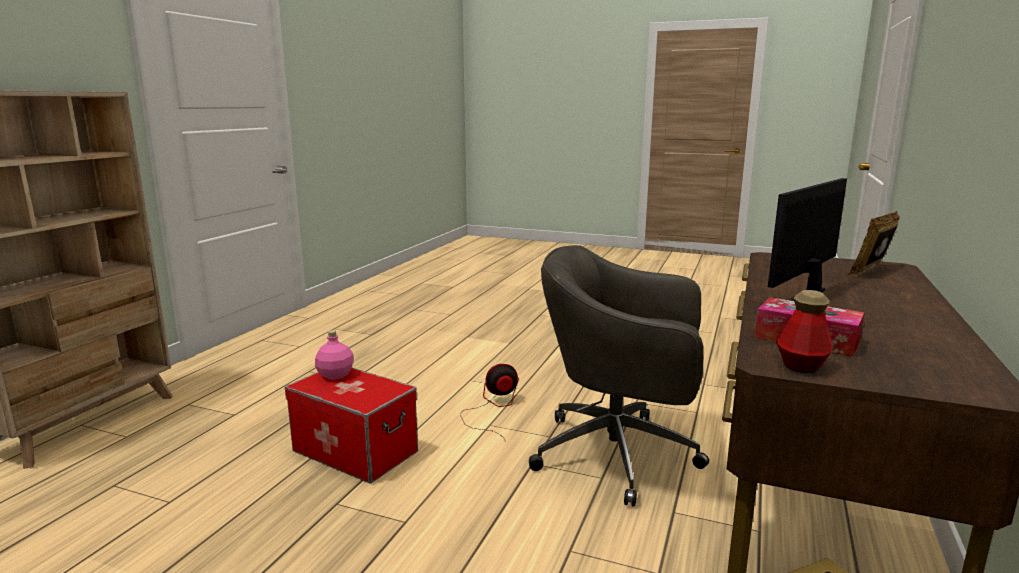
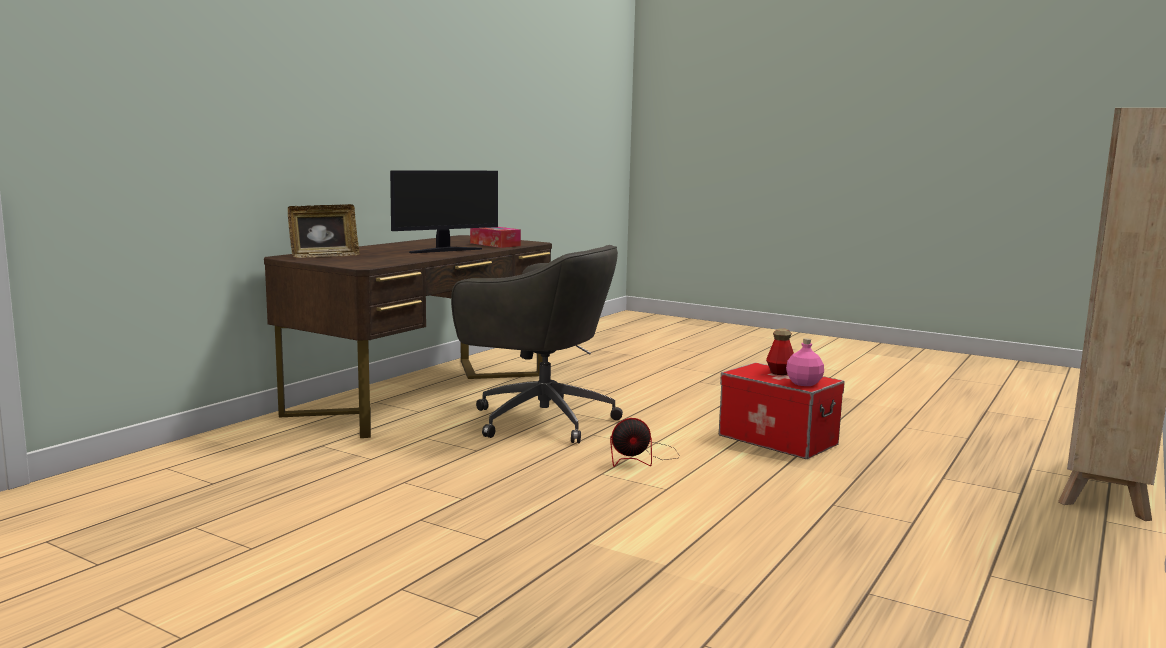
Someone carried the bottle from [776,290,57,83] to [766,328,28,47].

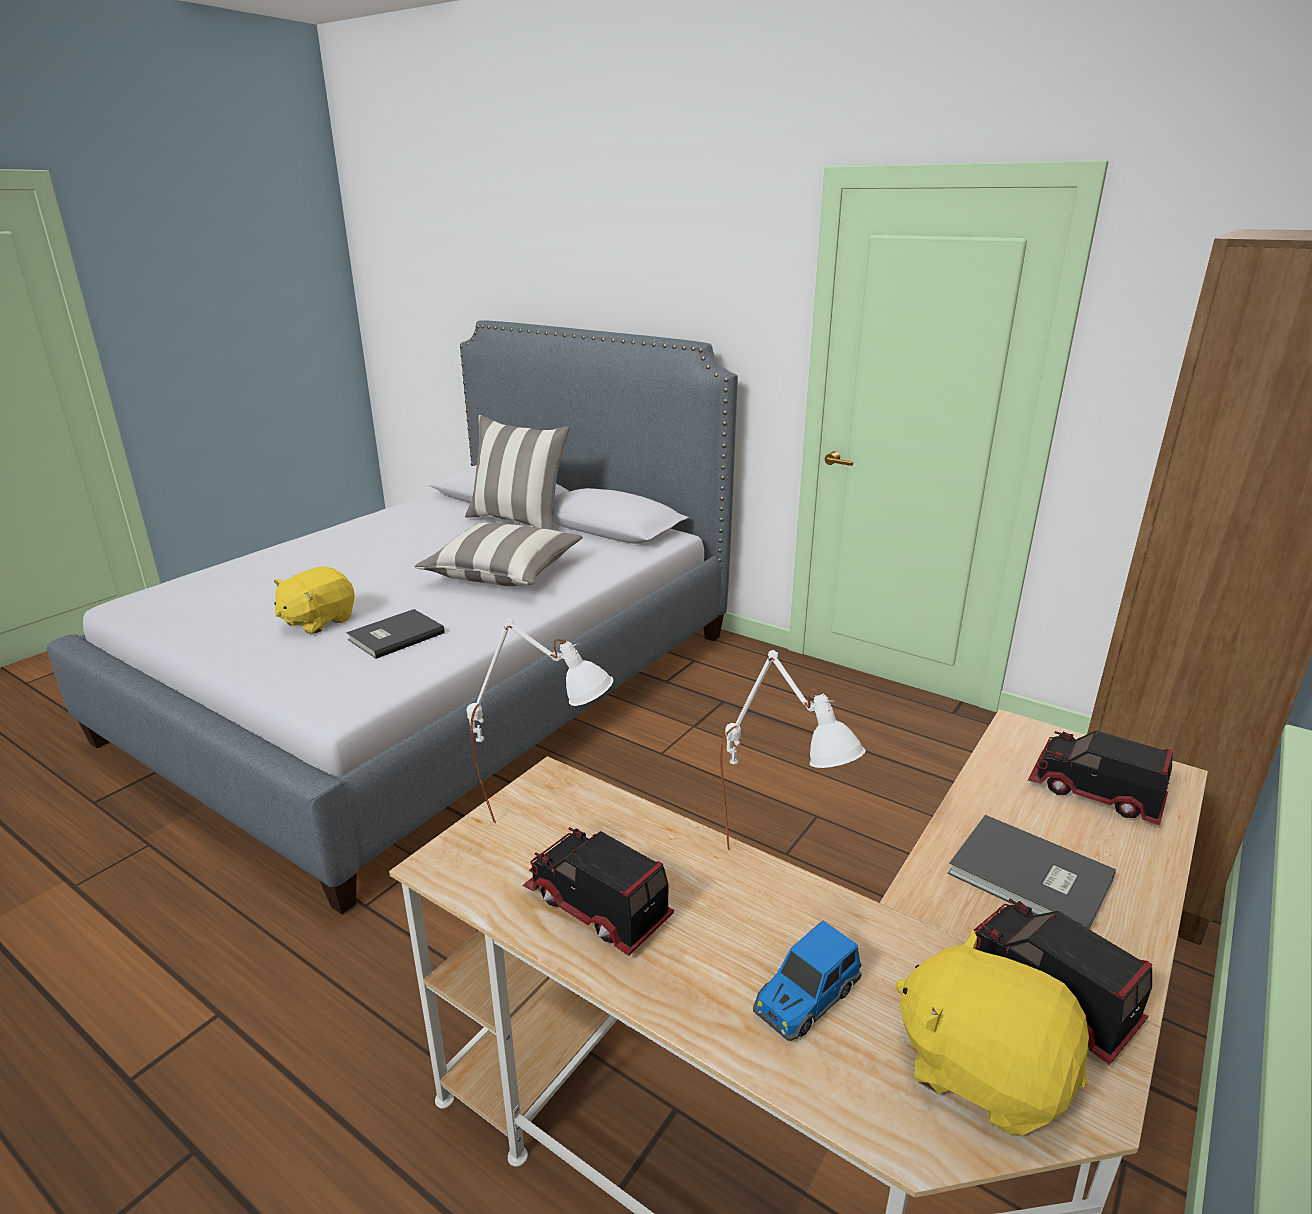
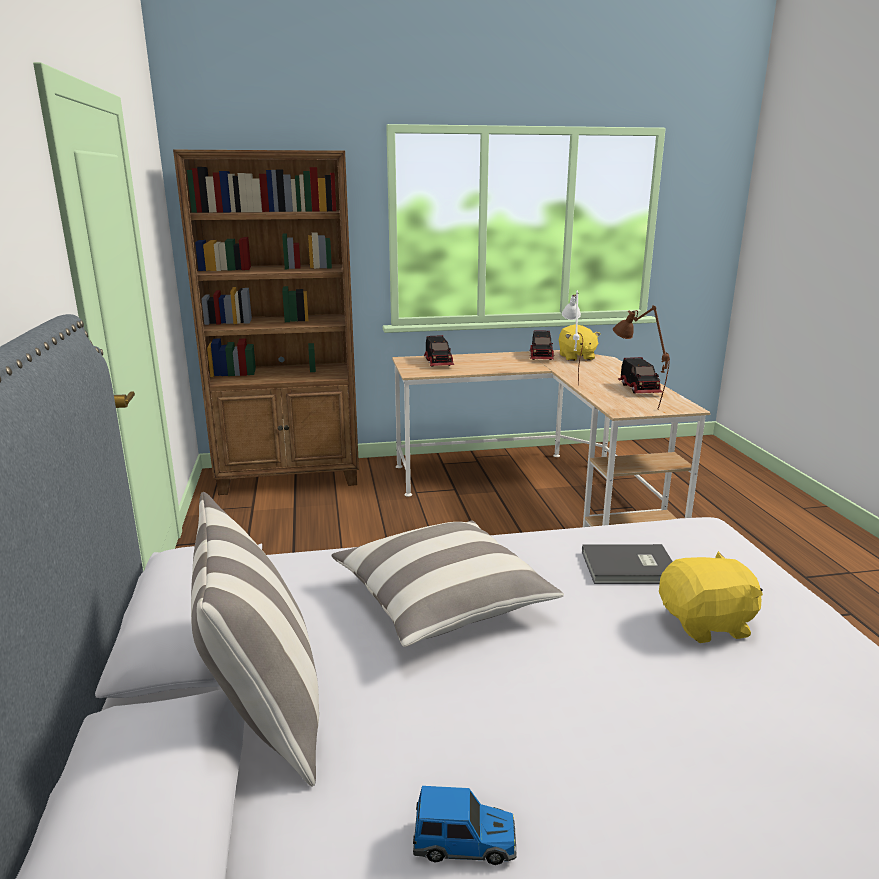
Someone repainted the table lamp in white at [467,619,146,204], which became the table lamp in brown at [613,305,57,105]. Someone took away the book in grey at [947,815,169,114]. Someone carried the toy car from [753,920,109,121] to [413,786,104,79].

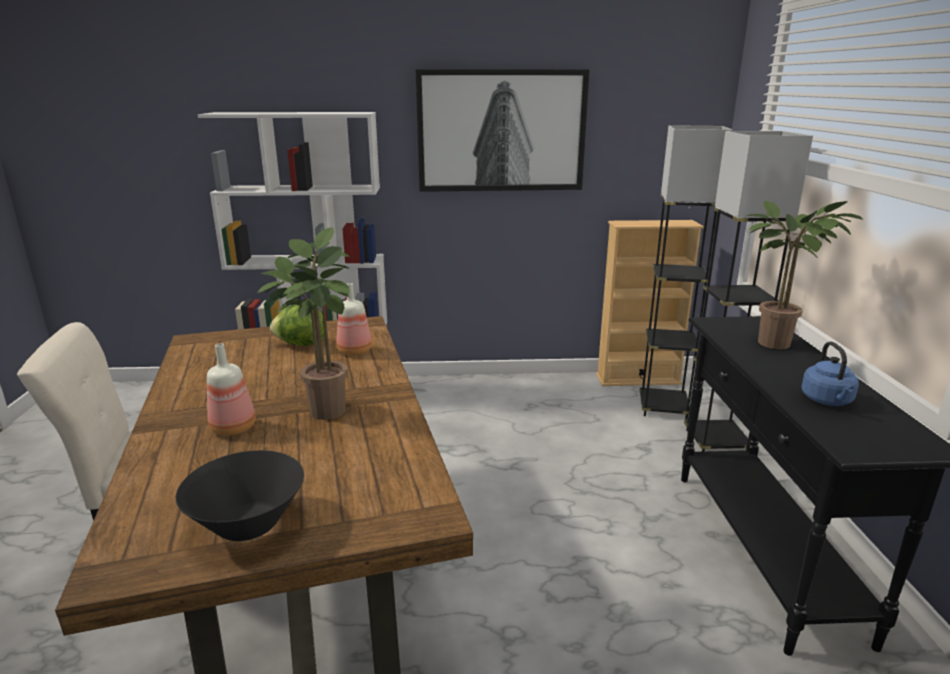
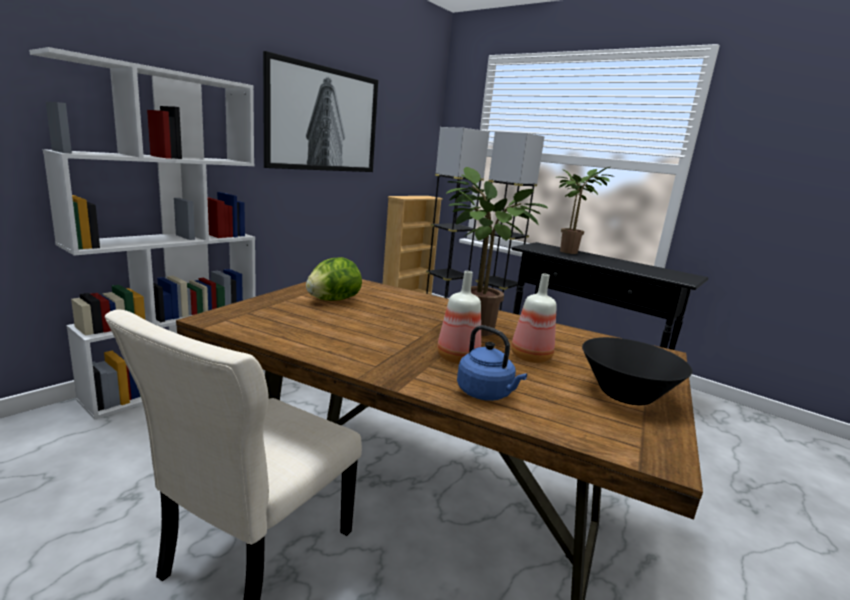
Someone carried the bottle from [337,283,35,73] to [511,273,46,90]. Someone carried the kettle in blue from [802,341,57,65] to [457,325,70,76].

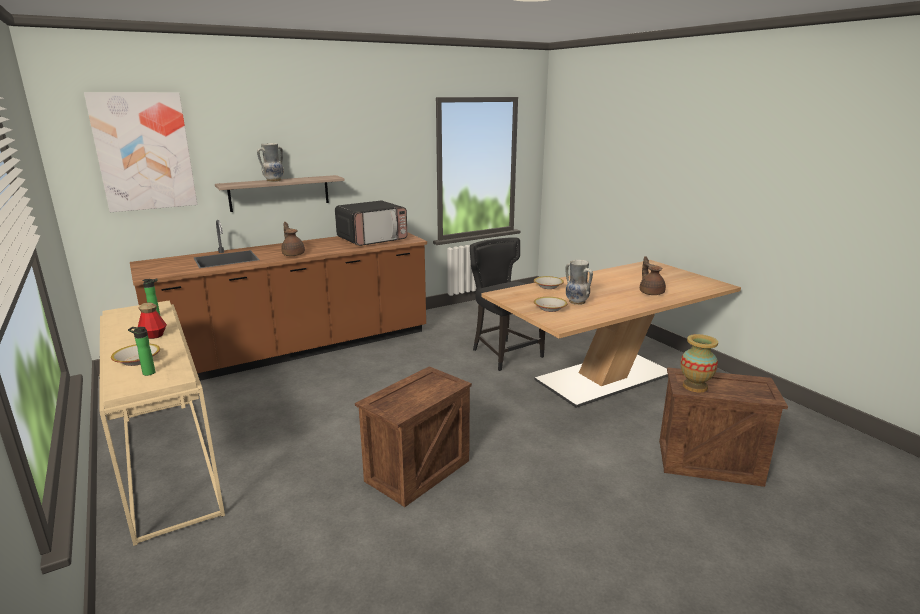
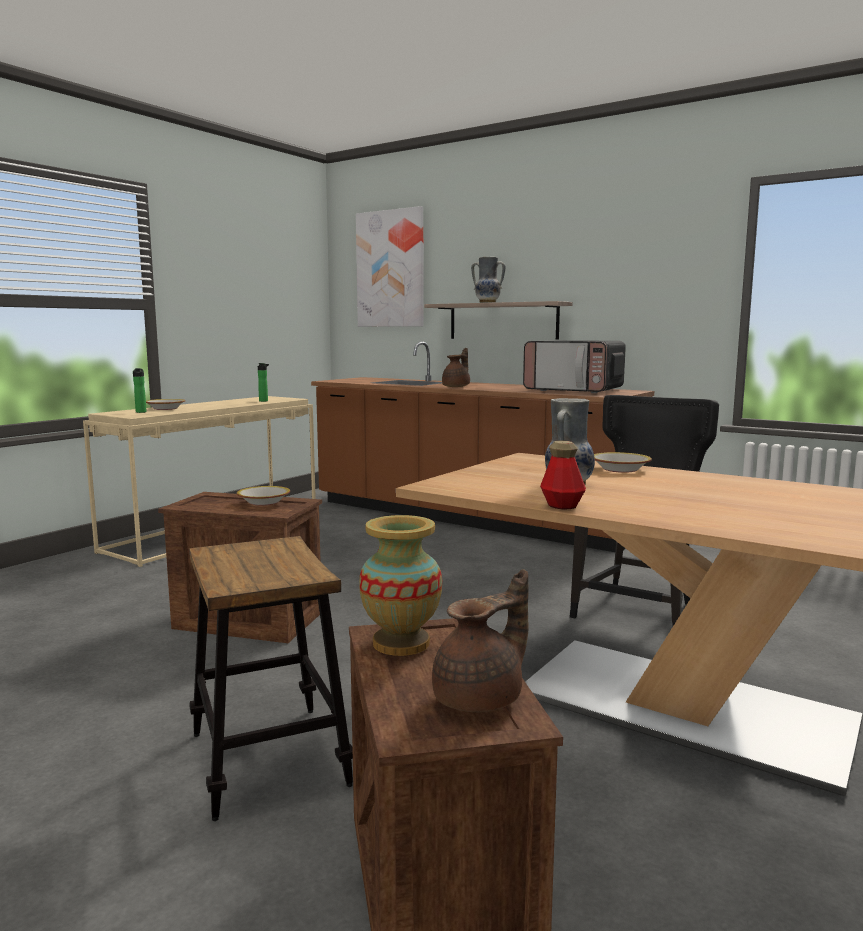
Someone carried the teapot in brown from [640,256,26,39] to [432,569,97,143]. Someone carried the bowl from [534,297,33,15] to [237,486,53,20]. Someone carried the bottle from [138,303,29,36] to [540,441,46,68]. Someone put down the stool at [189,536,164,285].

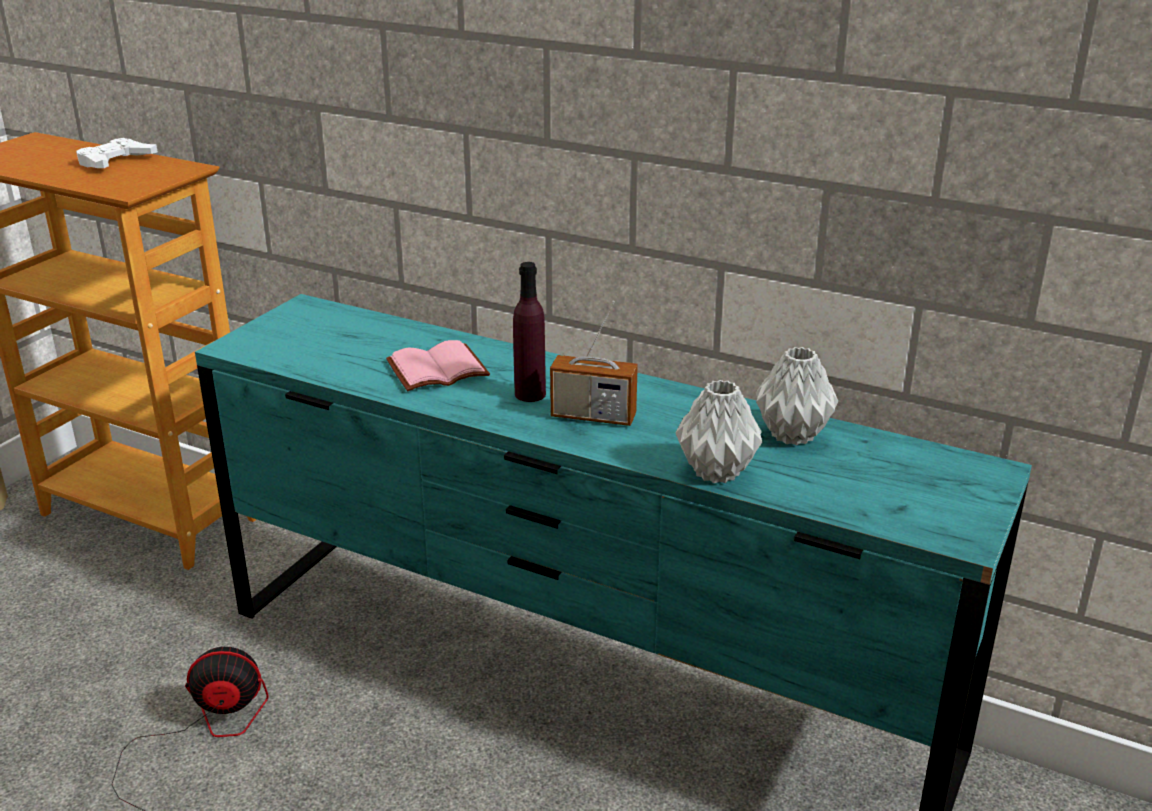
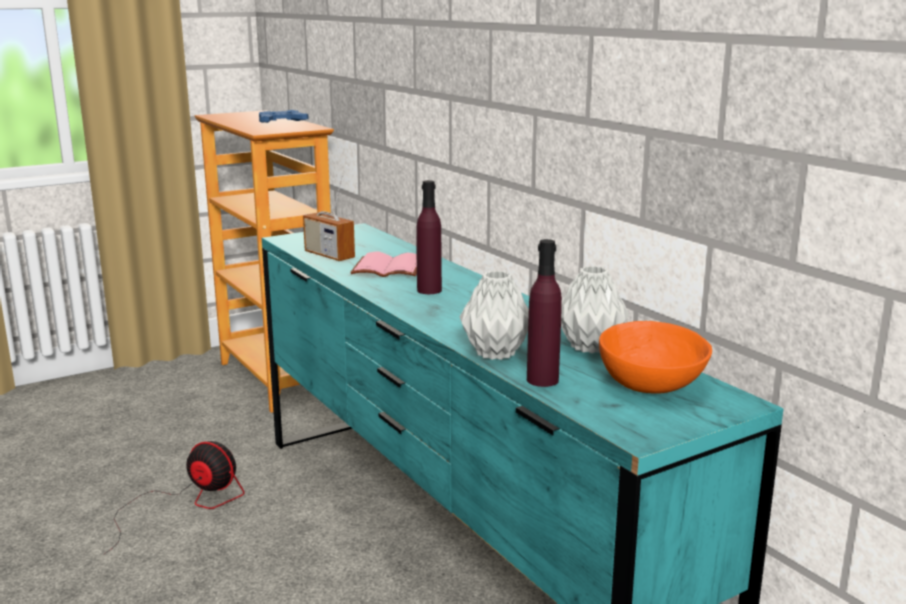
Someone repainted the game controller in white at [76,138,82,30], which became the game controller in blue at [259,110,50,13]. Someone carried the radio from [550,301,88,125] to [303,175,52,86]. Someone put down the bottle in purple at [527,239,35,148]. Someone put down the bowl in orange at [599,321,113,73].

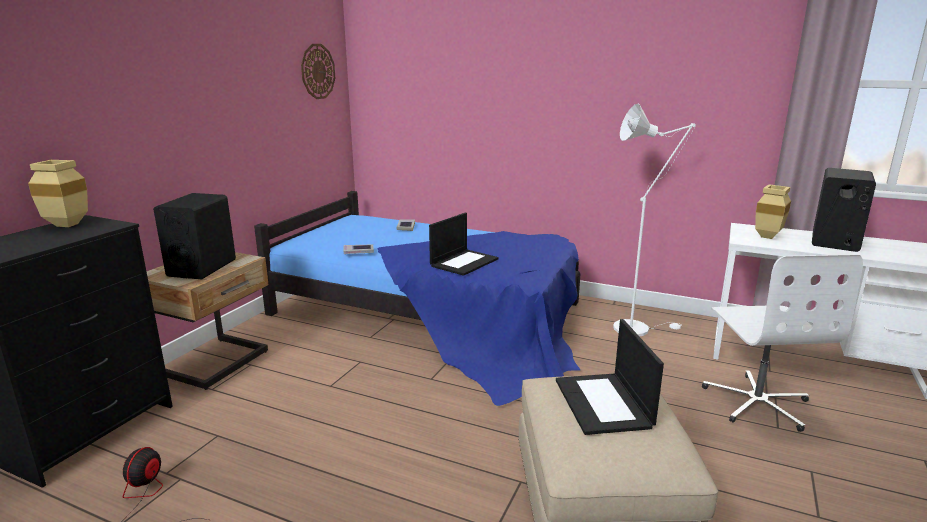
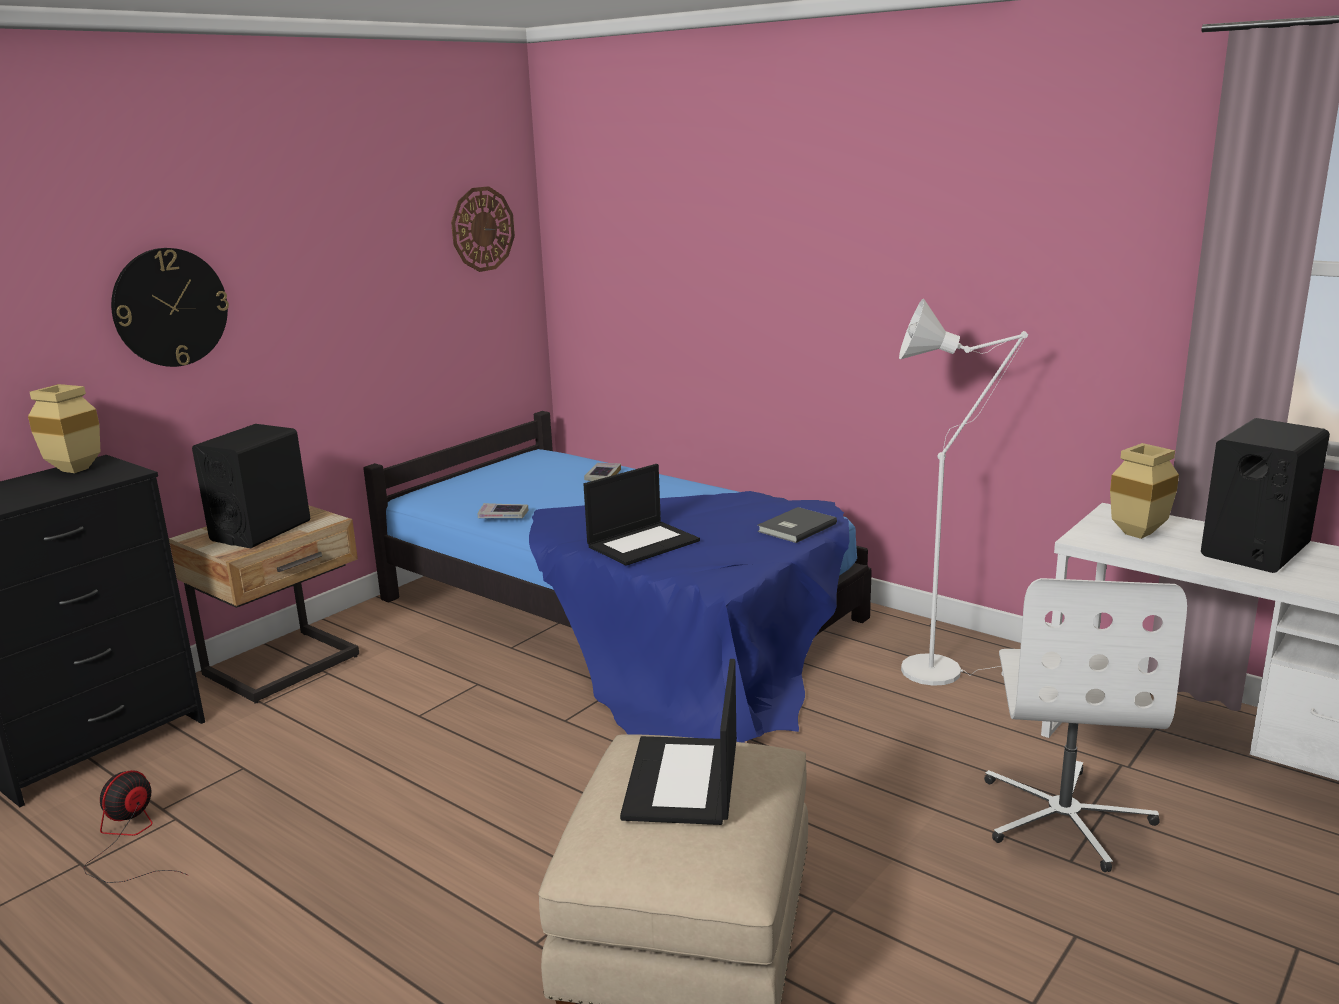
Someone put up the wall clock at [111,248,118,119]. Someone put down the book in grey at [757,507,80,36].

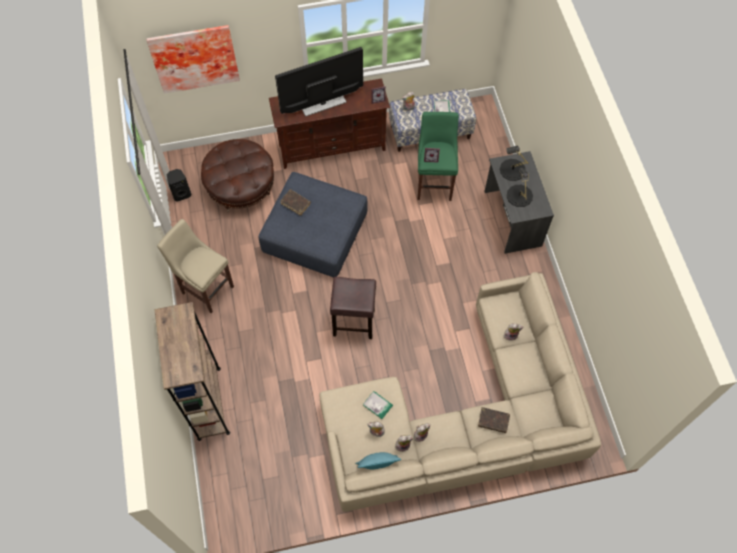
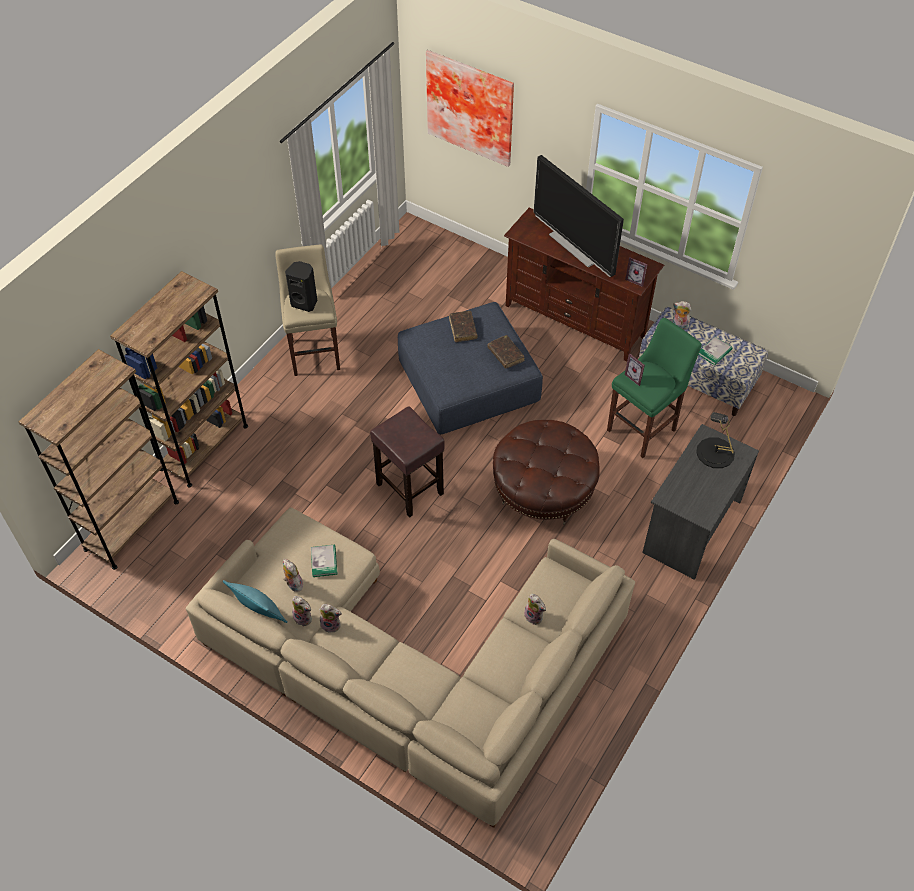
Someone rotated the television at [275,47,88,70] by 150 degrees counterclockwise. Someone carried the ottoman in brown from [201,139,73,73] to [493,420,107,105]. Someone took away the table lamp in black at [507,168,26,39]. Someone carried the speaker in black from [167,169,25,33] to [285,261,32,51]. Someone carried the book in brown from [478,407,32,26] to [487,335,37,34]. Someone put down the bookcase in brown at [19,349,160,221].

